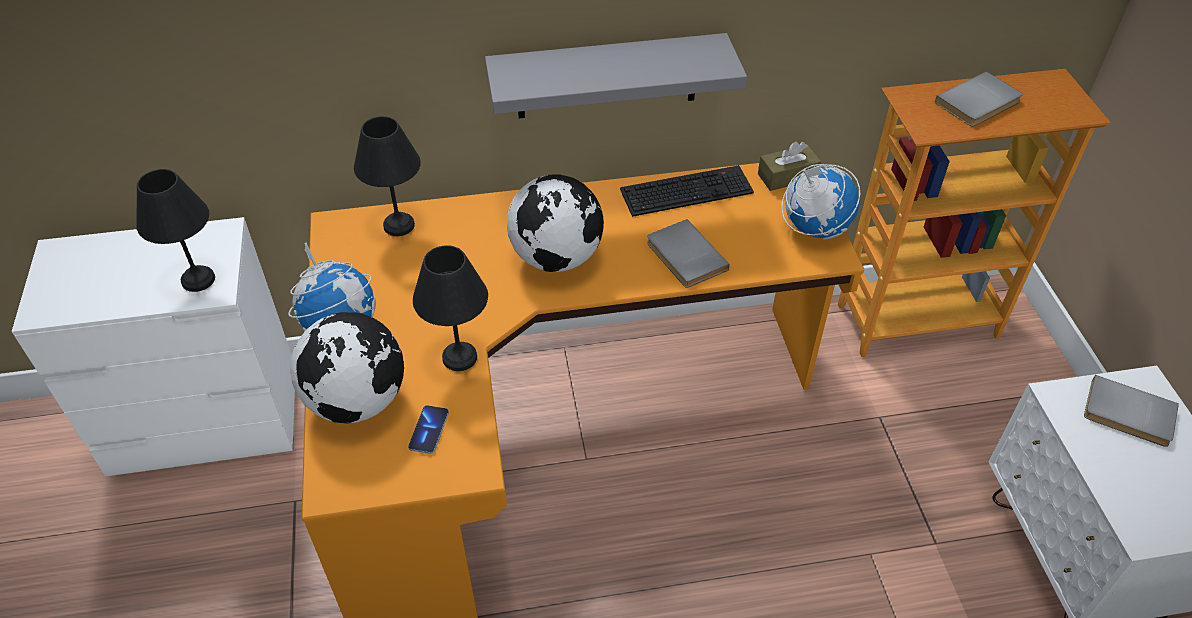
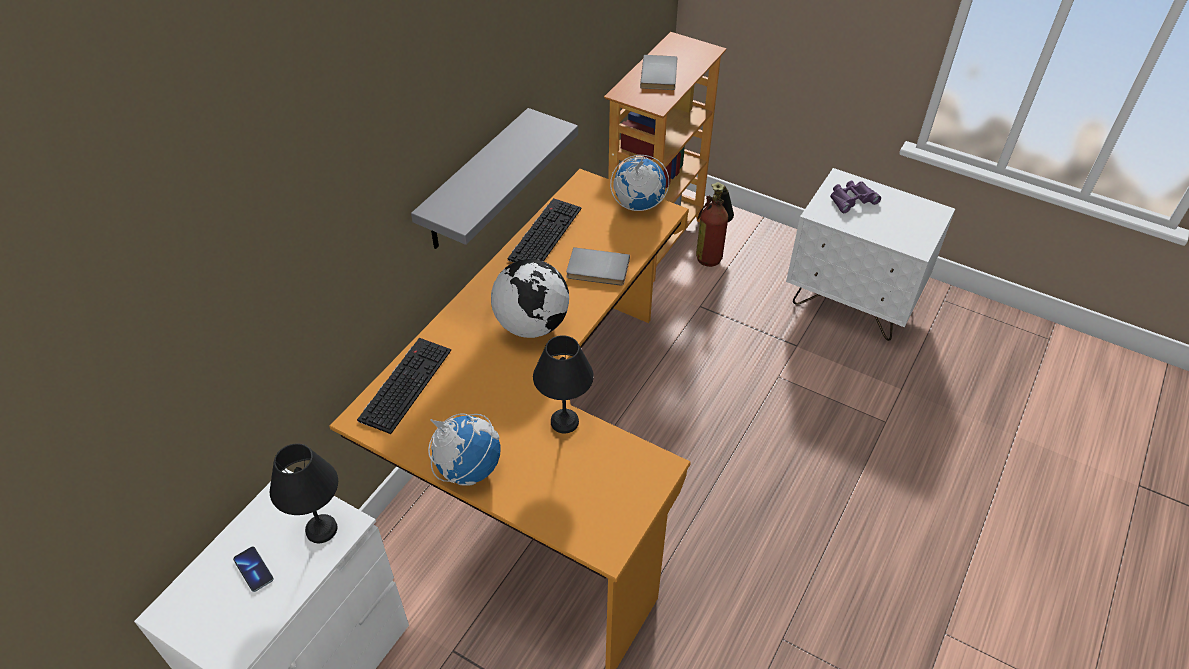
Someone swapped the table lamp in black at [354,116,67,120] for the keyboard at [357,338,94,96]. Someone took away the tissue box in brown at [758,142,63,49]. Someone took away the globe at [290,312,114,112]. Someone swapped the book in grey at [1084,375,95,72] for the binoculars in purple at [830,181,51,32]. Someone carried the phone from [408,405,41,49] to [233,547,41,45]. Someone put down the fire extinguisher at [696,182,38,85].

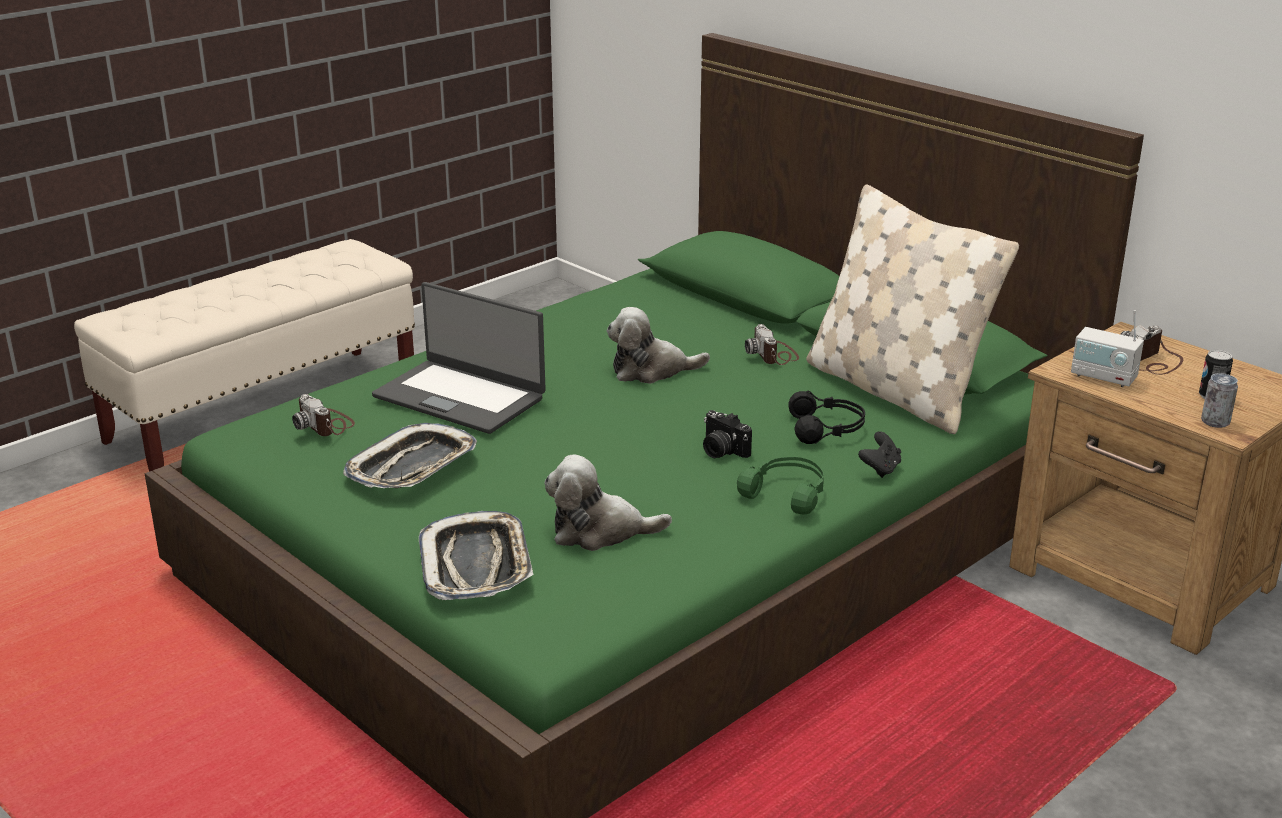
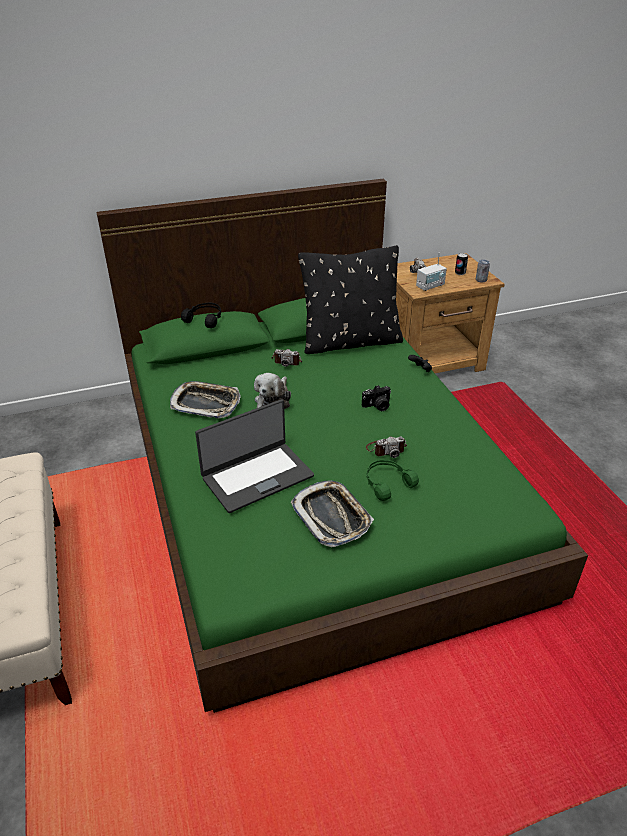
Someone repainted the pillow in beige at [806,184,213,250], which became the pillow in black at [298,245,105,109]. Someone carried the headphones in black from [788,390,77,54] to [181,303,40,25]. Someone carried the photo camera from [292,394,63,42] to [366,436,41,22]. Someone took away the plush toy at [544,455,128,96]. Someone carried the headphones in green from [737,456,87,59] to [367,460,52,41]. Someone carried the tray from [419,511,115,89] to [170,381,71,37].

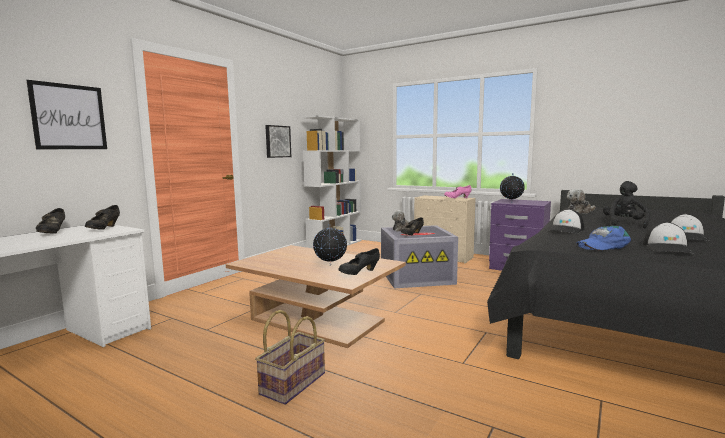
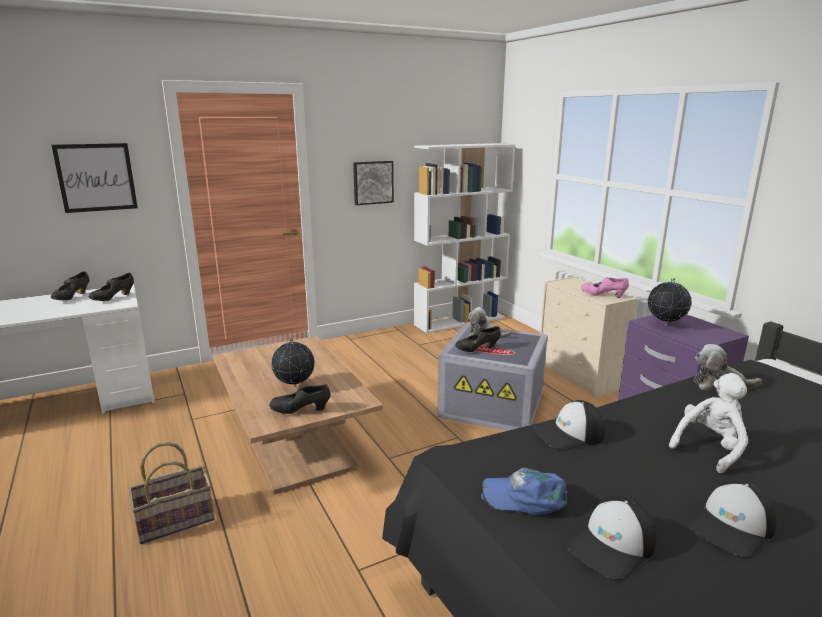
Someone repainted the plush toy in black at [603,181,47,47], which became the plush toy in white at [669,373,79,100].

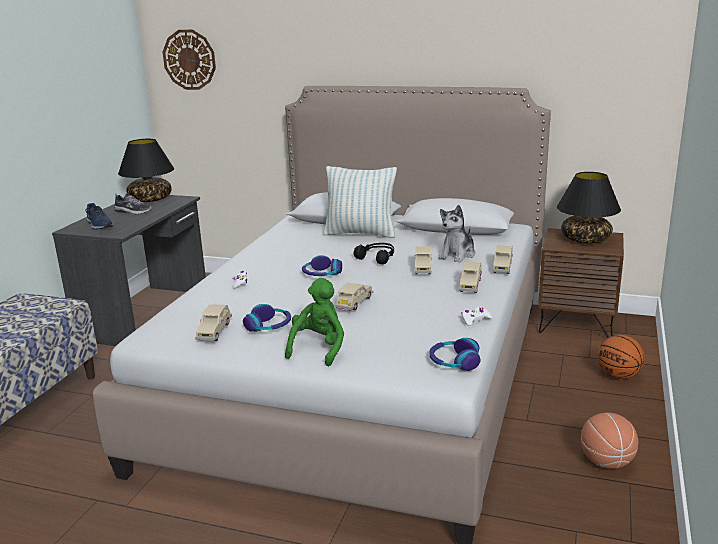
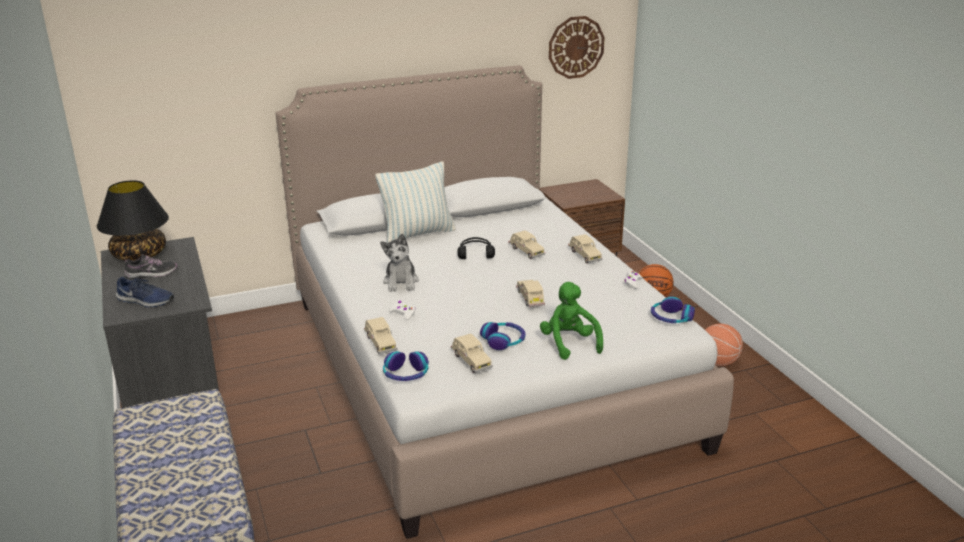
Someone carried the wall clock from [163,30,53,60] to [549,16,56,63]. Someone took away the table lamp in black at [557,172,64,71]. Someone carried the plush toy from [438,205,37,57] to [380,234,39,58]. Someone carried the toy car in beige from [492,245,21,29] to [364,317,33,37]. Someone carried the headphones from [302,255,40,21] to [383,351,46,30].

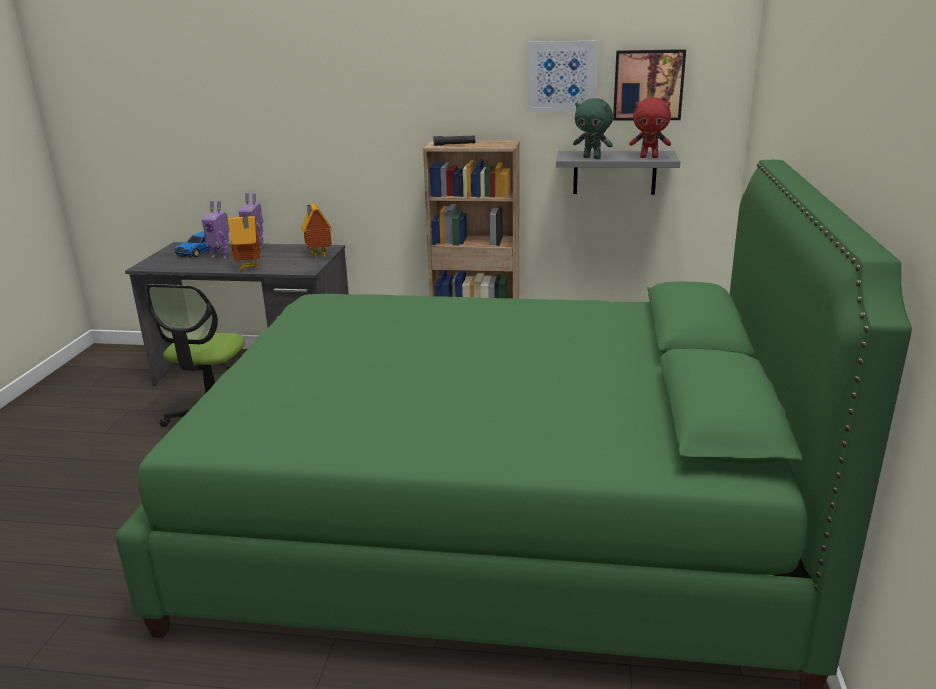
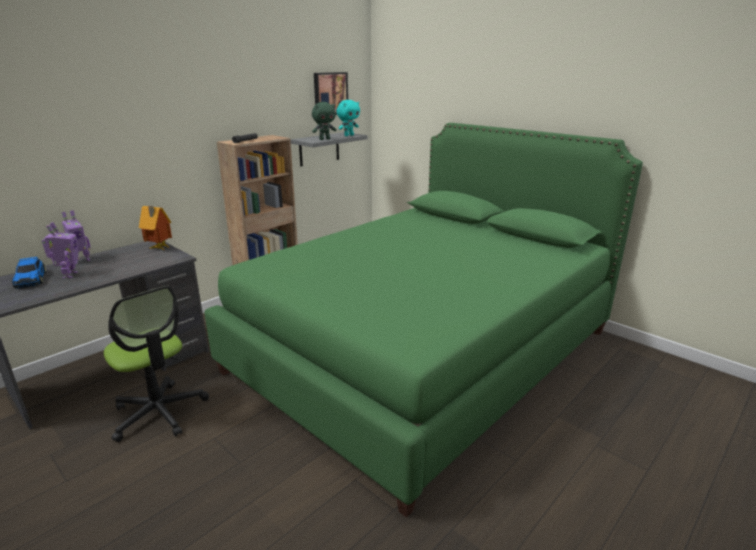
Someone took away the picture at [528,41,69,71]. Someone repainted the plush toy in red at [629,97,42,61], which became the plush toy in turquoise at [336,100,24,36]. Someone rotated the toy robot at [202,201,28,58] by 60 degrees counterclockwise. Someone took away the toy house at [228,215,33,55].

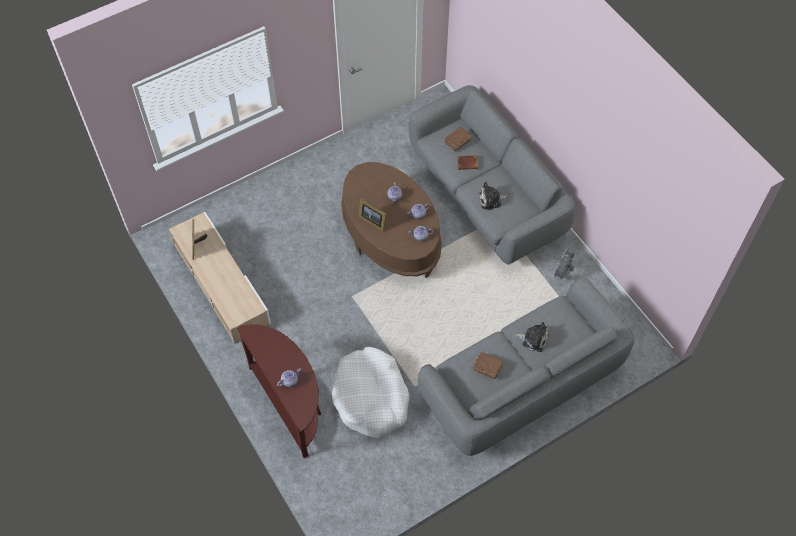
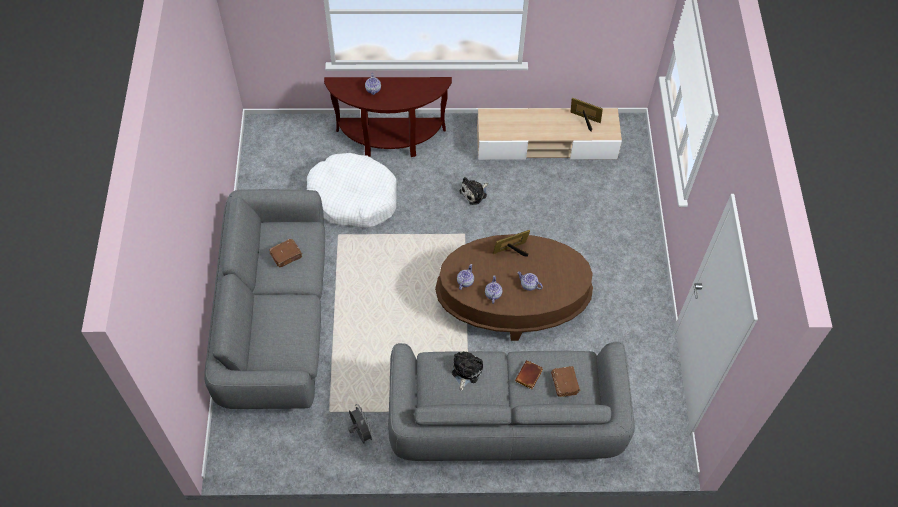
Someone carried the plush toy from [515,322,34,30] to [459,177,29,28].

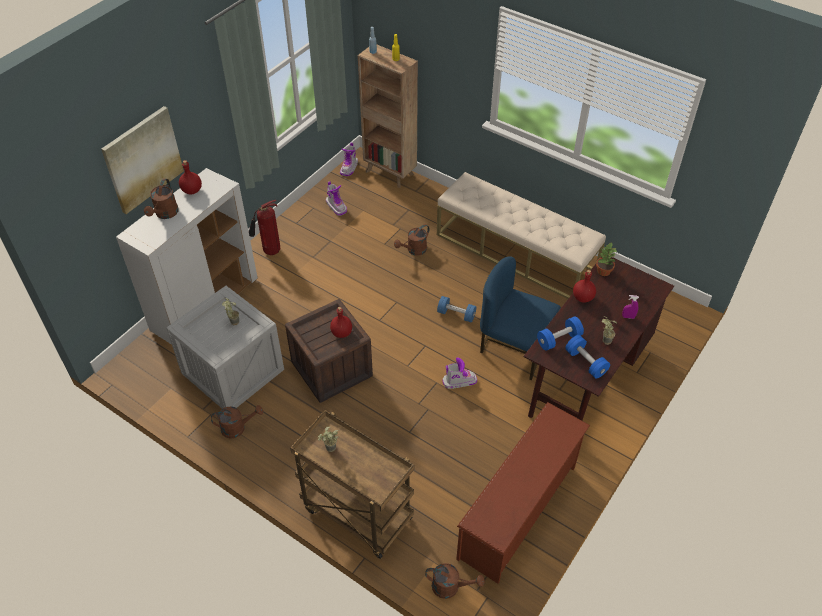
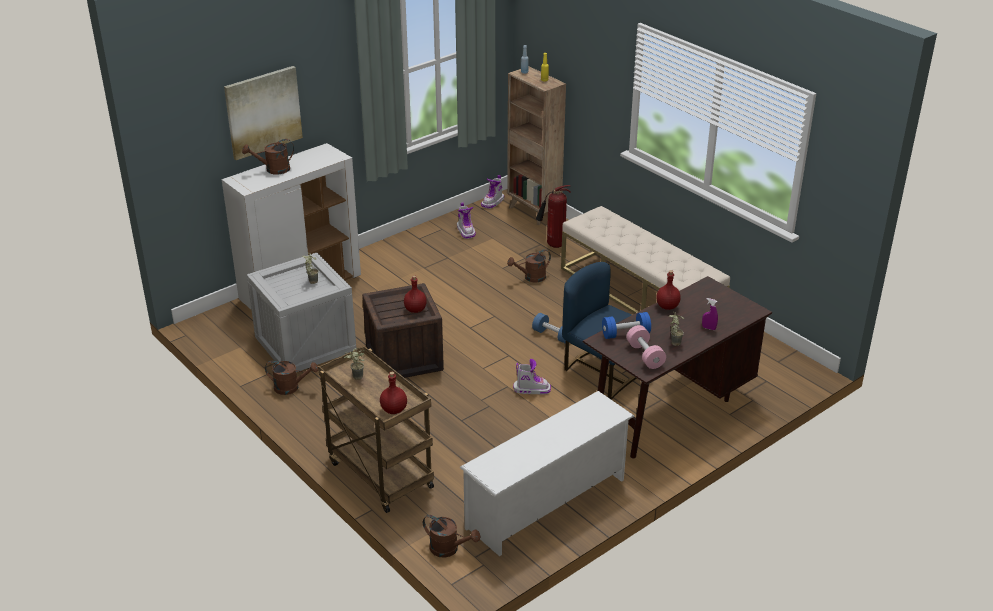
Someone carried the bottle in red from [179,160,23,35] to [380,372,27,42]. Someone rotated the watering can in brown at [144,178,35,41] by 45 degrees clockwise. Someone carried the fire extinguisher from [249,200,31,55] to [536,185,35,63]. Someone took away the potted plant at [596,242,21,34]. Someone repainted the dumbbell in blue at [565,335,45,44], which became the dumbbell in pink at [626,325,40,44]. Someone repainted the shoe rack in brown at [456,402,134,182], which became the shoe rack in white at [459,391,176,165].

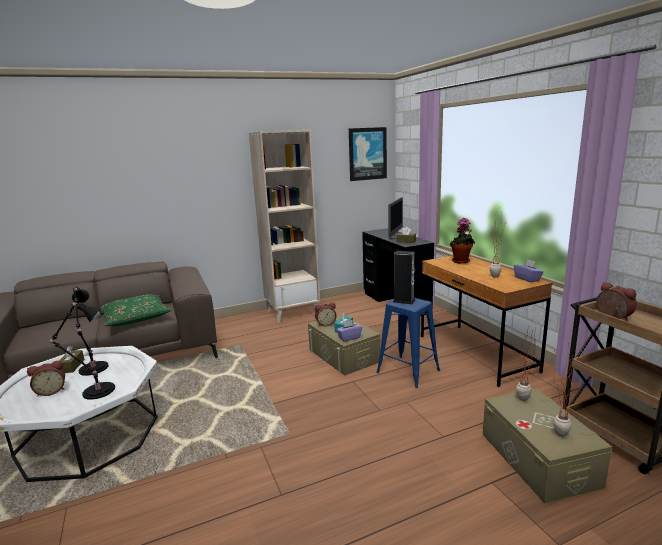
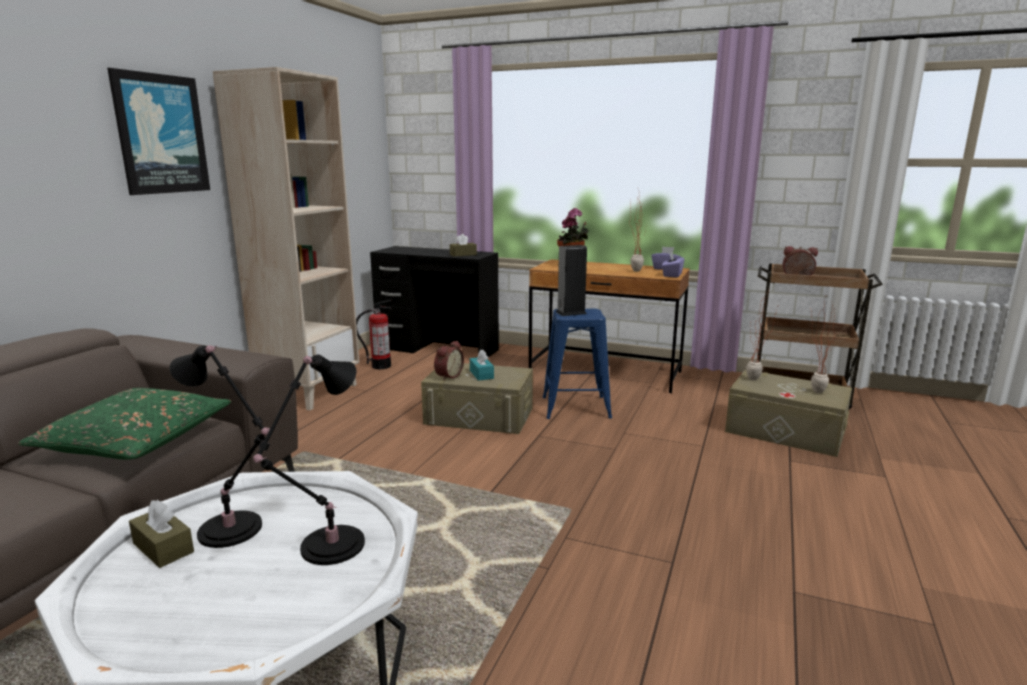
Someone carried the picture from [349,127,38,54] to [107,68,103,127]. Someone took away the monitor at [388,197,15,42]. Someone carried the tissue box in purple from [336,320,26,22] to [662,252,22,25]. Someone took away the alarm clock at [27,360,38,37]. Someone put down the fire extinguisher at [356,300,36,69].

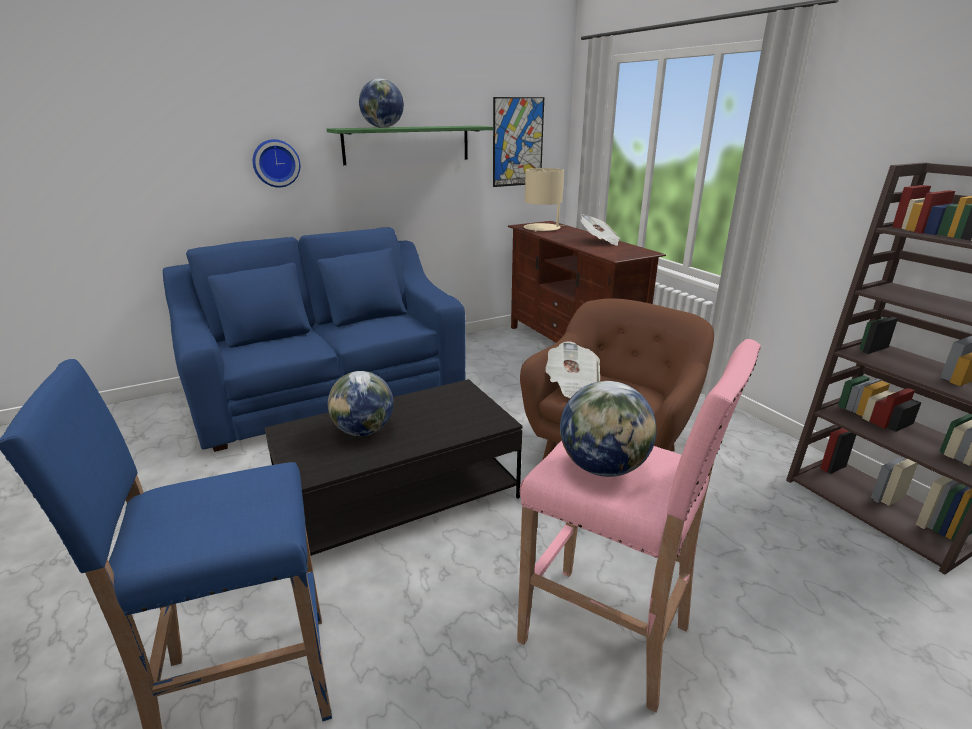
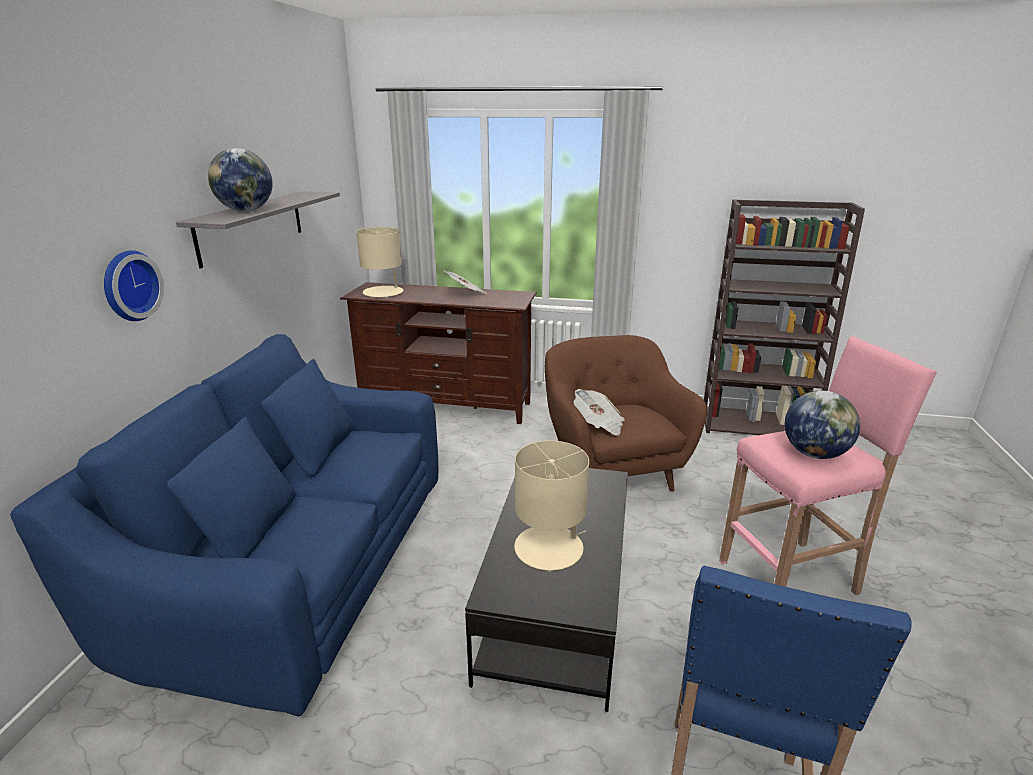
Someone took away the picture at [493,97,51,90]. Someone repainted the shelf in green at [327,126,167,39], which became the shelf in grey at [176,191,164,77]. Someone swapped the globe at [328,371,66,65] for the table lamp in beige at [514,441,75,131].

